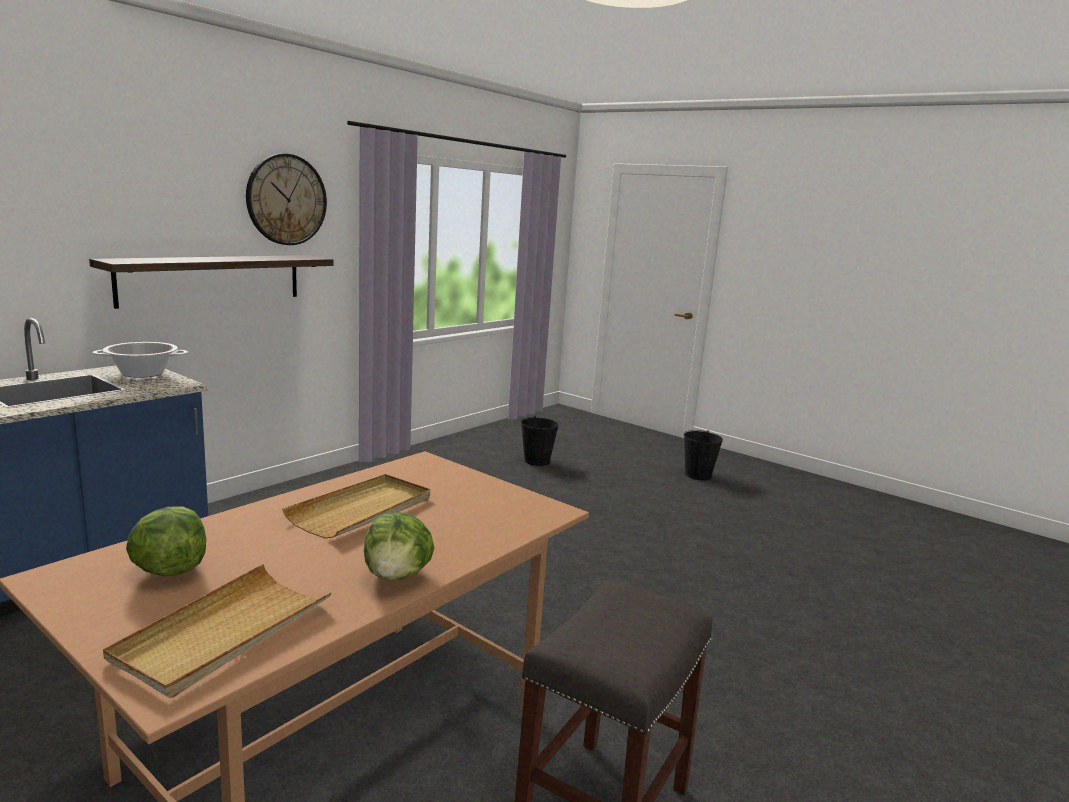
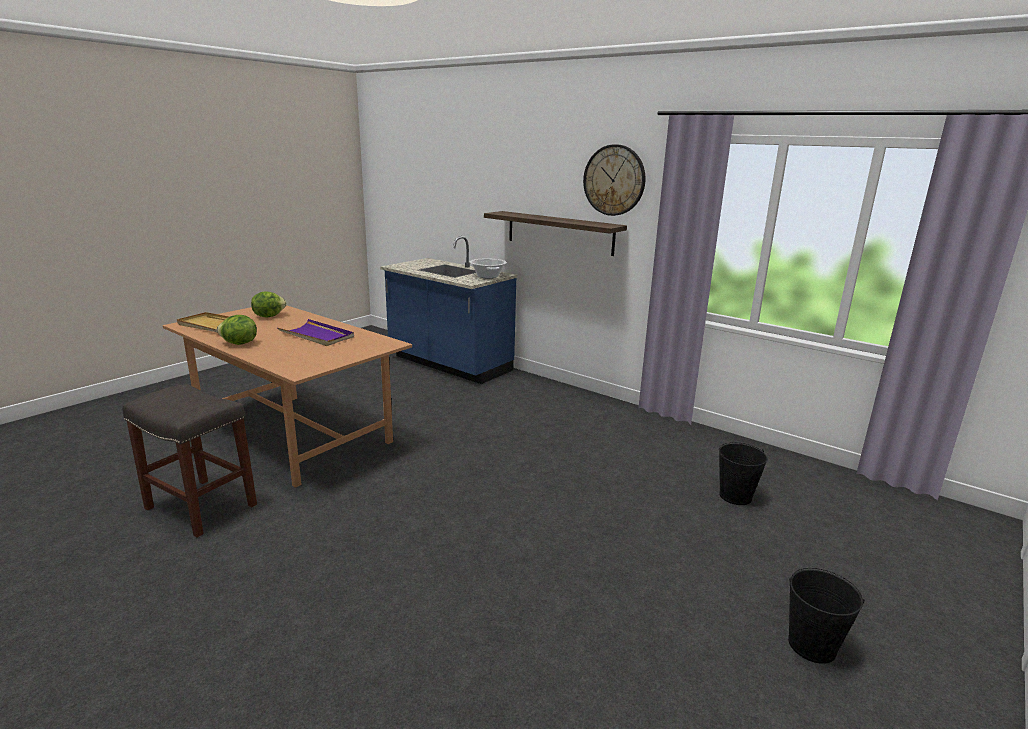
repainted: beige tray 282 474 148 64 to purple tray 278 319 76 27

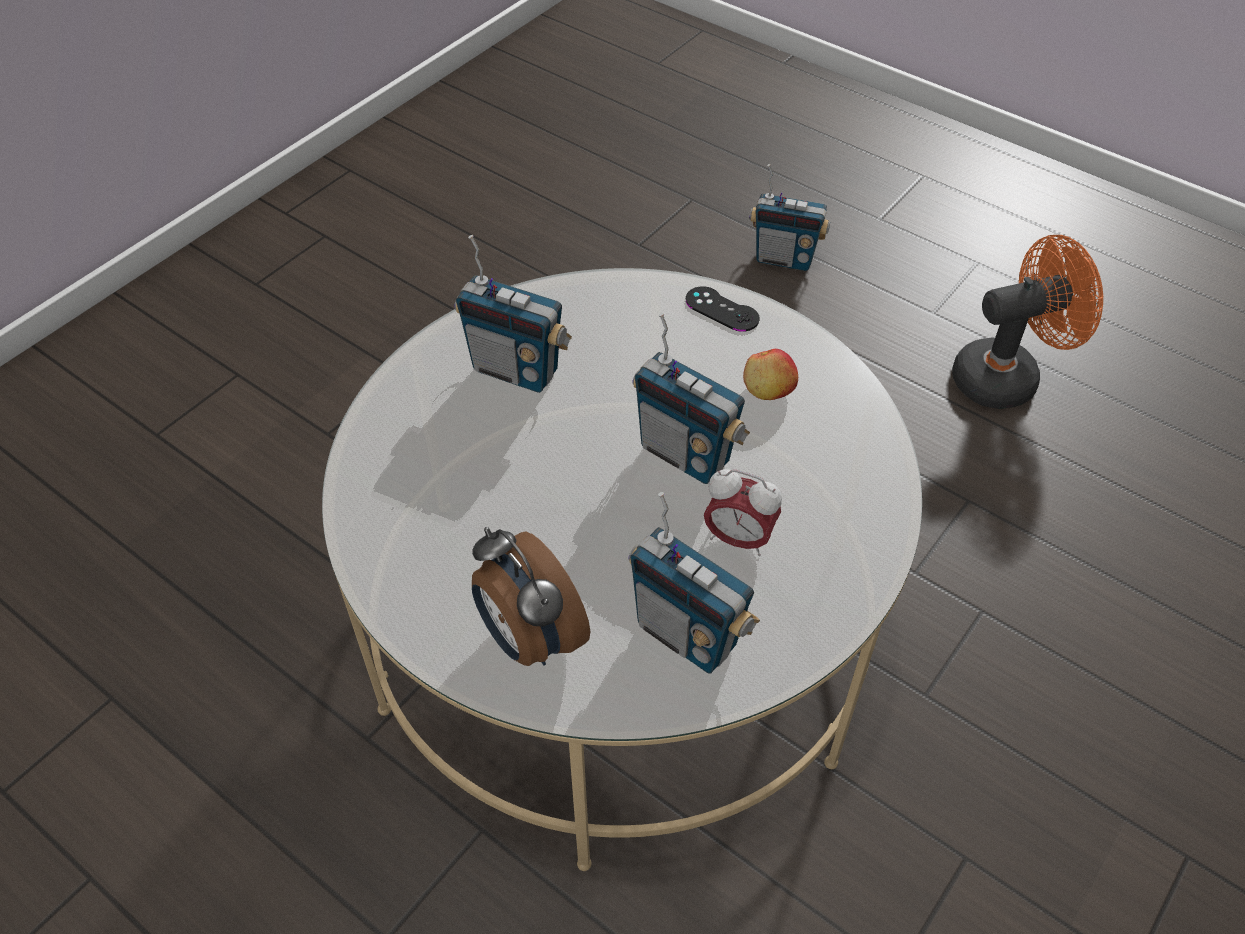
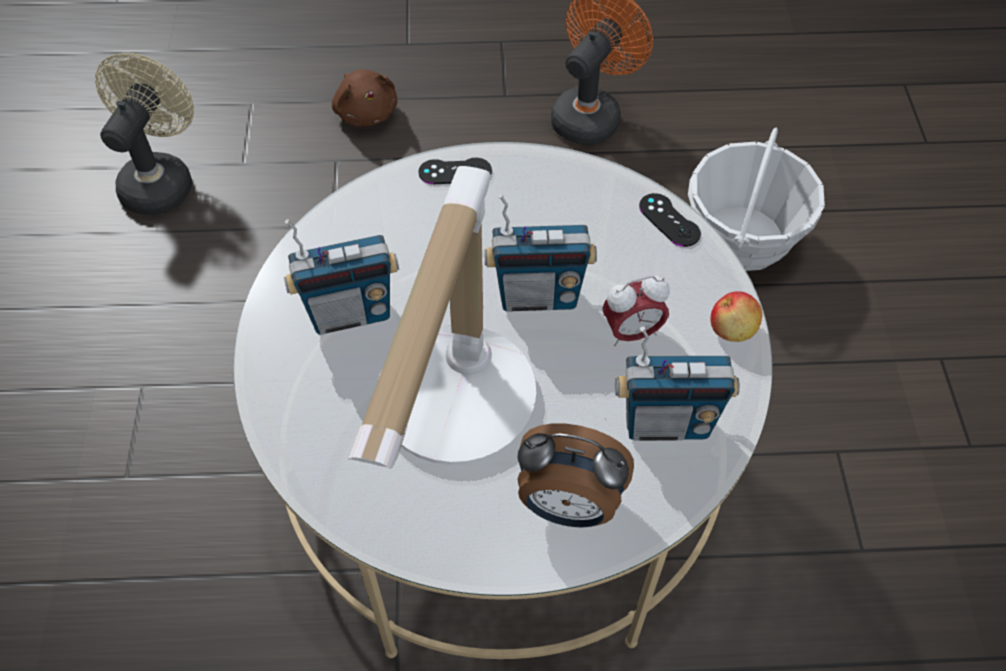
new: beige fan 95 53 99 162; table lamp 348 166 188 303; black game controller 639 193 62 54; basket 688 128 137 143
shifted: apple 743 349 55 51 to 711 291 51 51
swapped: radio 749 164 81 107 to brown plush toy 332 69 65 58

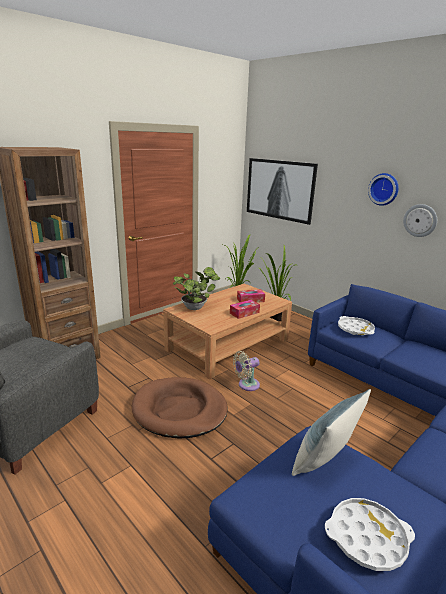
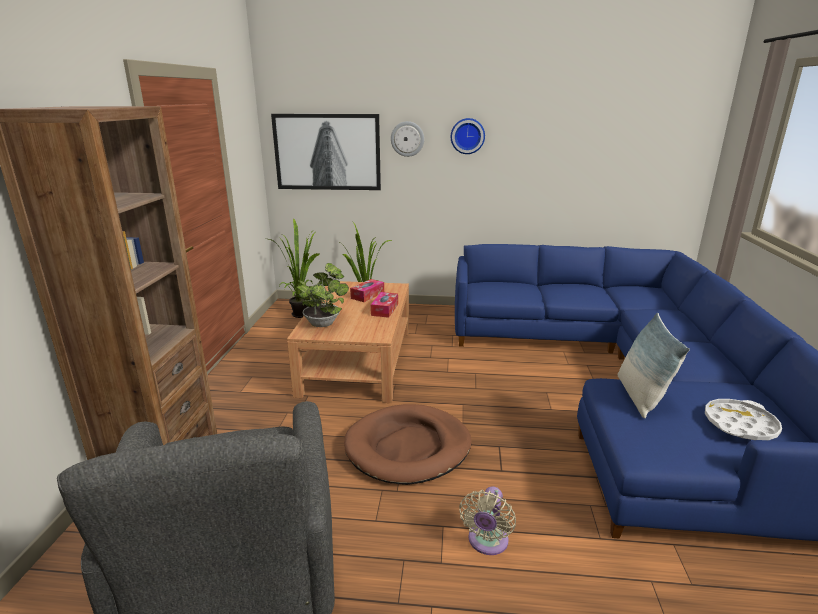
gone: white tray 338 316 37 20
shifted: wall clock 403 204 34 33 to 391 121 33 36; beige fan 233 351 27 40 to 459 486 57 69

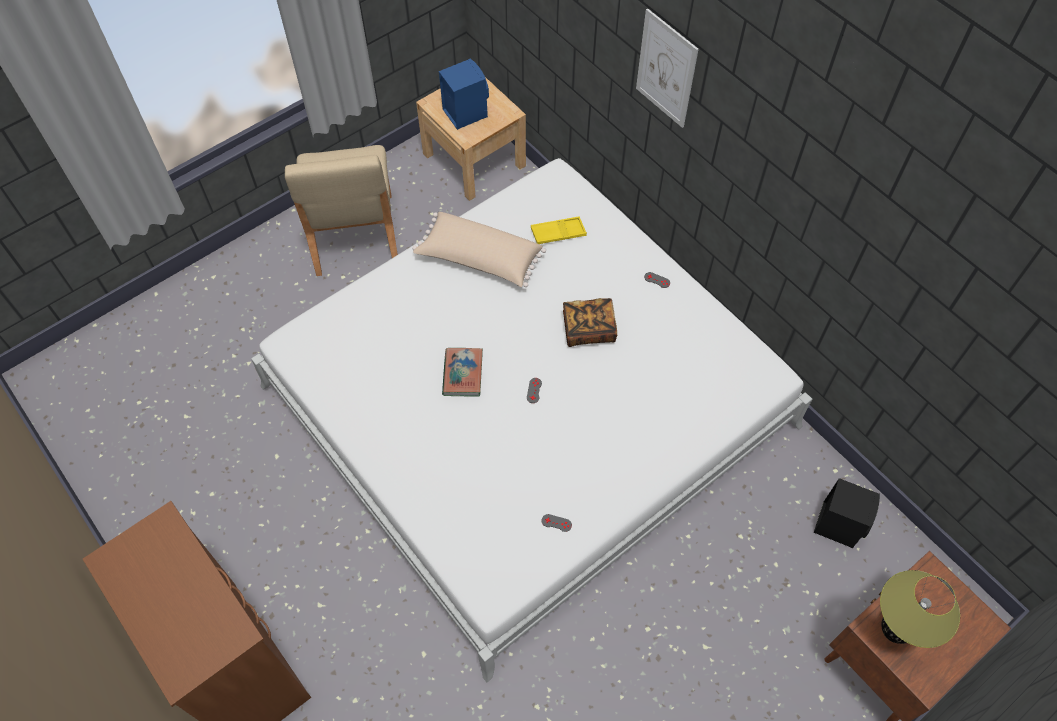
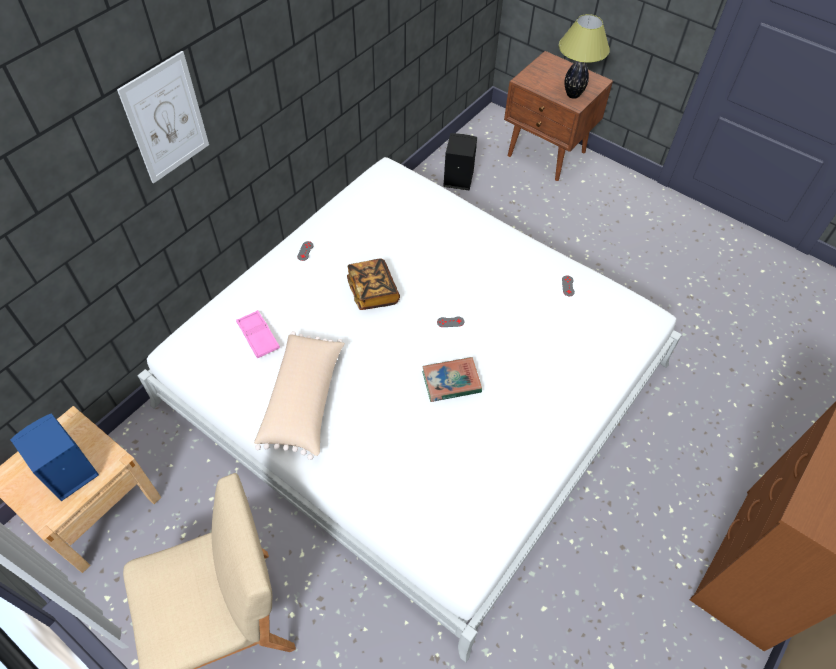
repainted: yellow tray 531 217 56 27 to pink tray 236 310 44 48

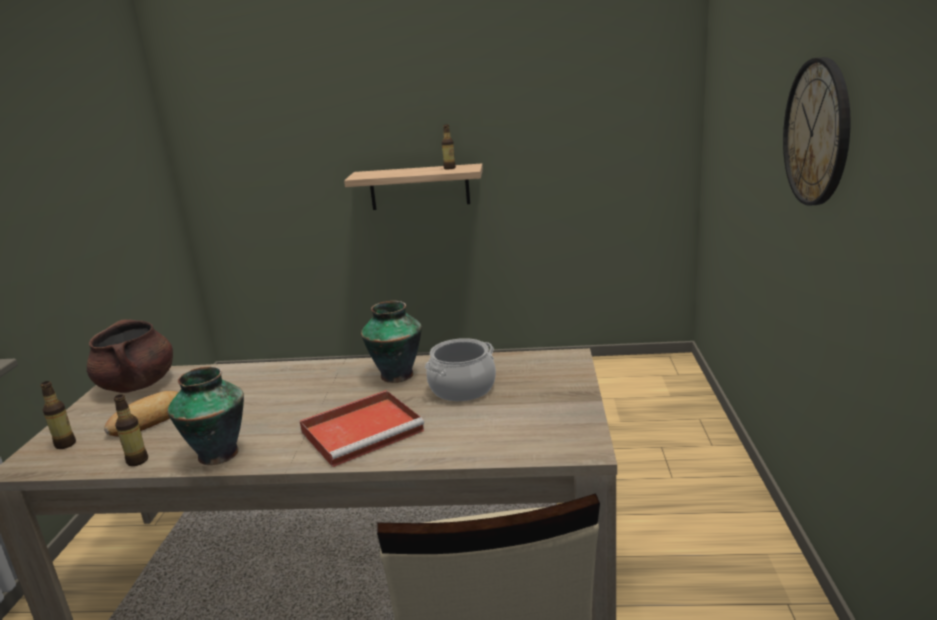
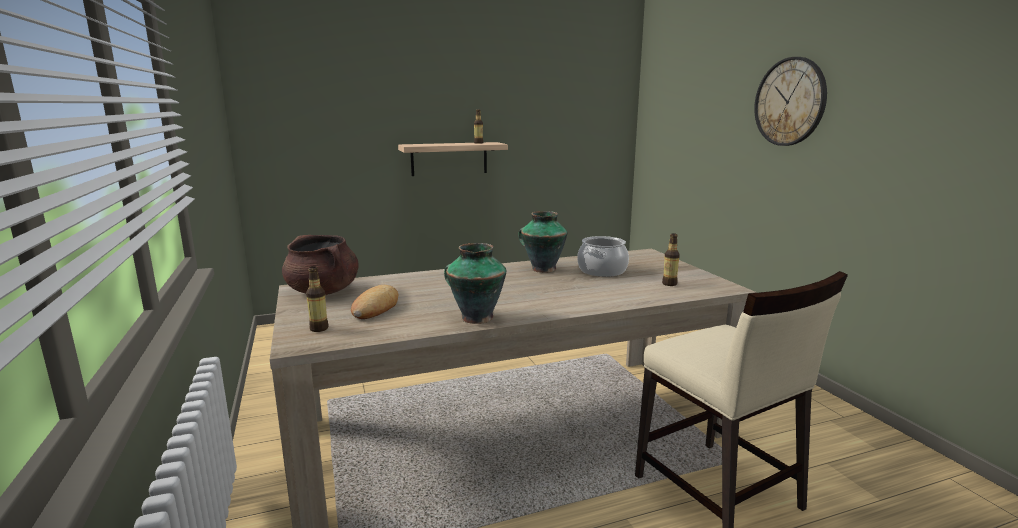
gone: red tray 300 390 125 77
shifted: bottle 114 394 34 72 to 662 233 18 53

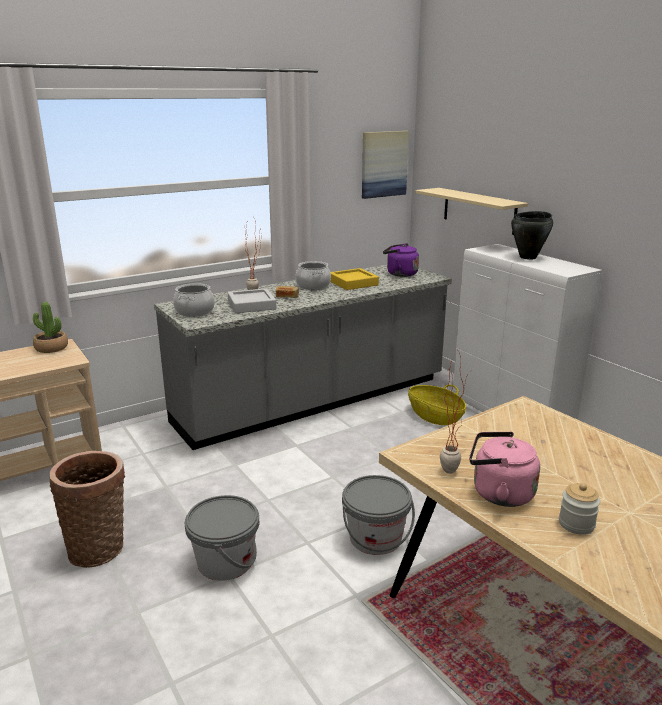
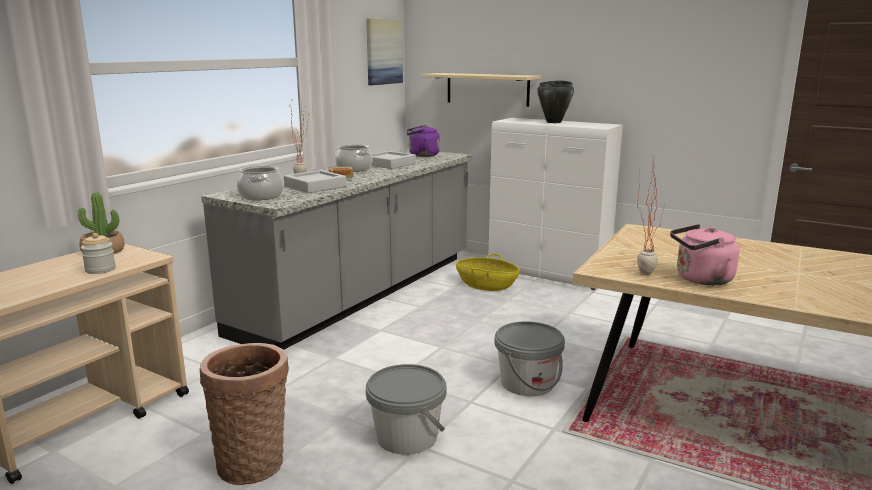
shifted: jar 559 483 41 52 to 81 233 35 41
repainted: yellow tray 330 268 49 22 to grey tray 371 151 45 18

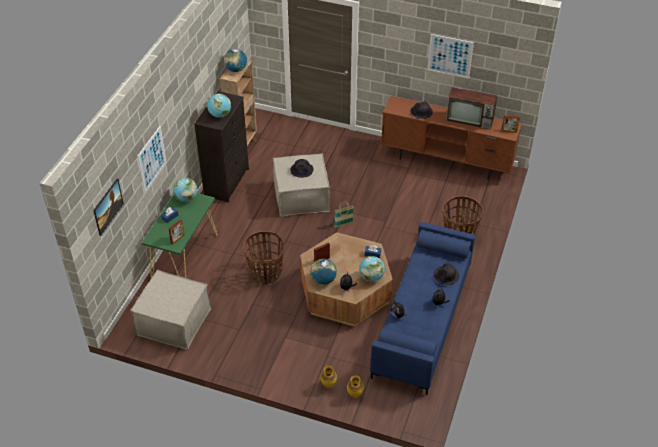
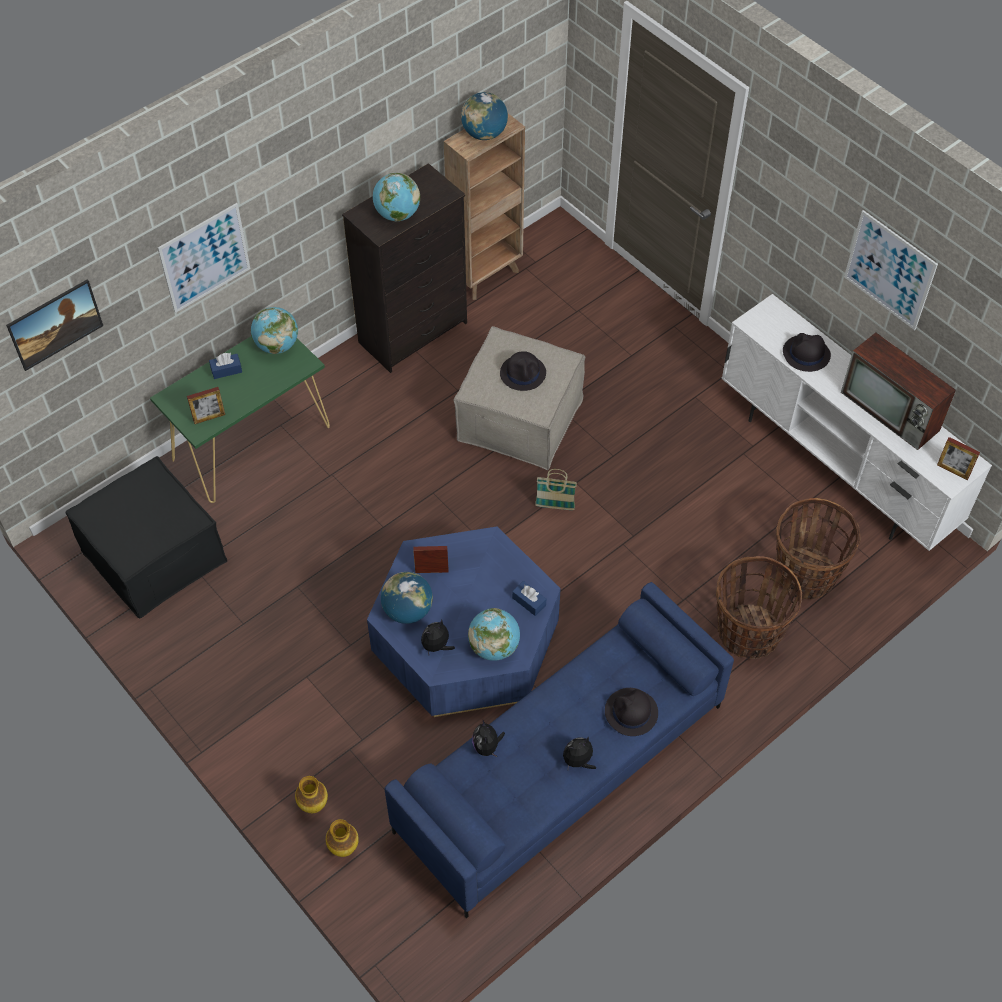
shifted: basket 243 231 41 53 to 776 498 85 102
repainted: beige ottoman 130 270 82 80 to black ottoman 66 456 161 162; brown coffee table 300 232 93 95 to blue coffee table 367 526 194 191; brown tv stand 381 96 141 84 to white tv stand 721 294 271 257

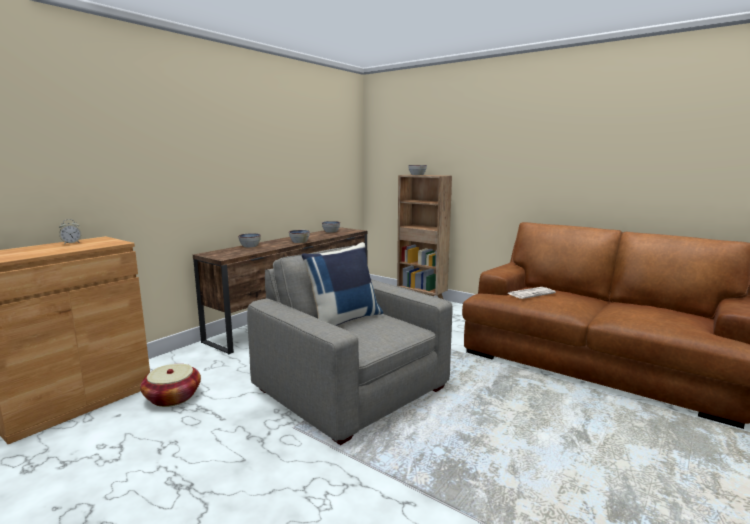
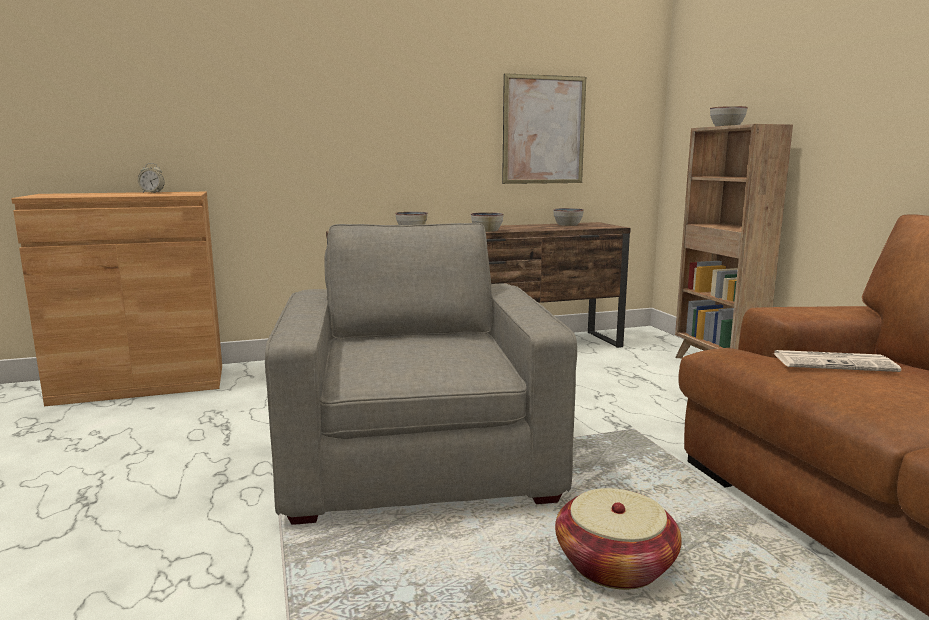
gone: blue pillow 301 242 82 84
new: picture 502 73 84 111
shifted: basket 140 364 61 43 to 555 488 127 102

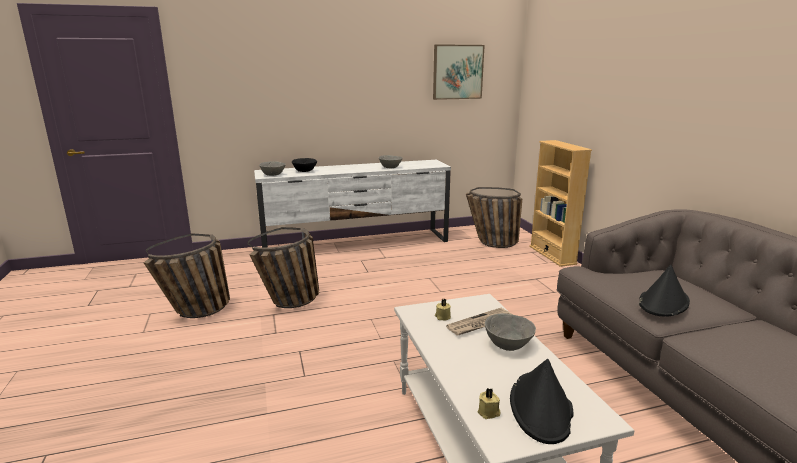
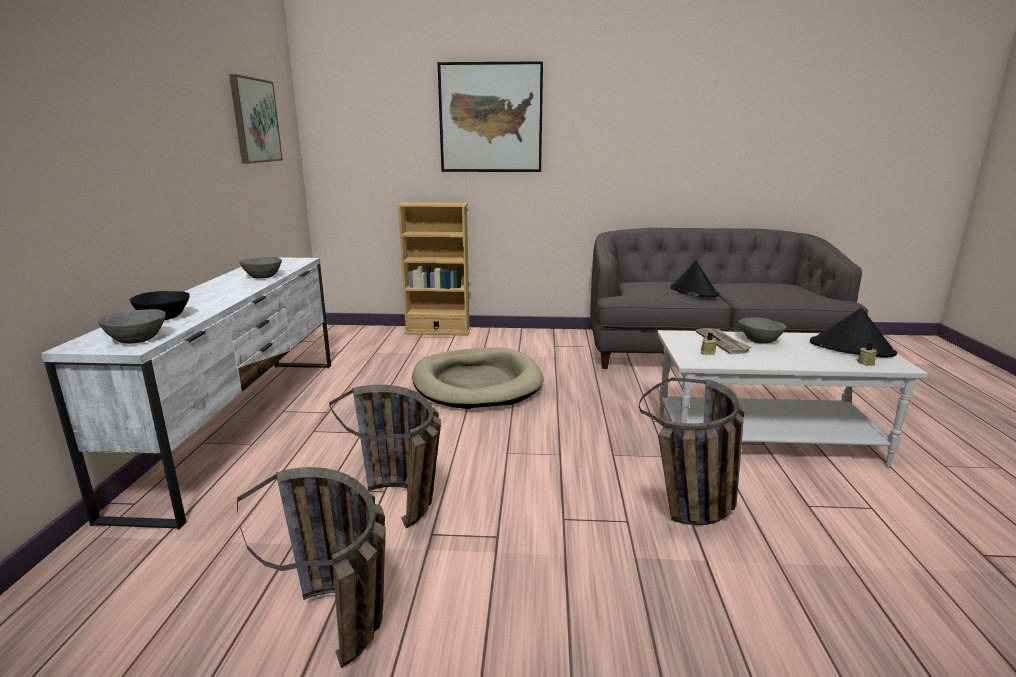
new: beige dog bed 412 347 132 62; picture 437 61 106 111
shifted: basket 466 187 56 61 to 639 377 105 148

